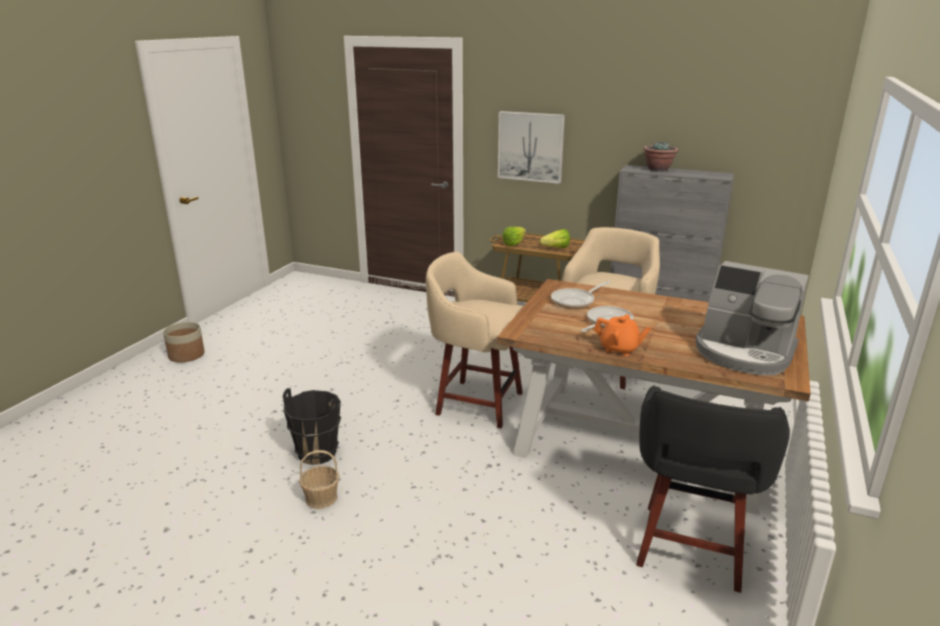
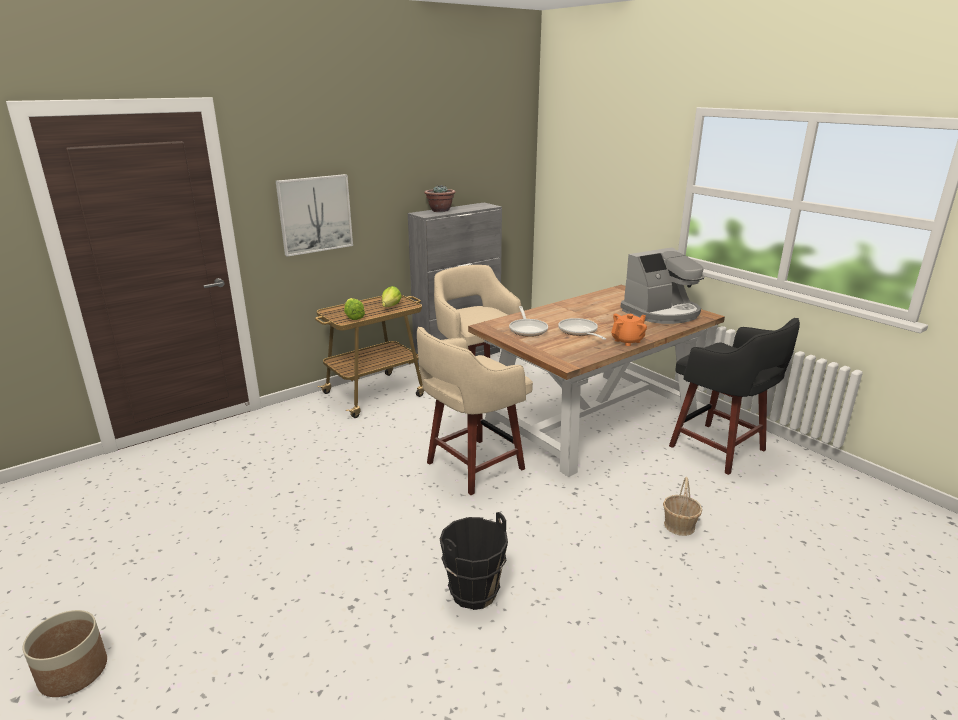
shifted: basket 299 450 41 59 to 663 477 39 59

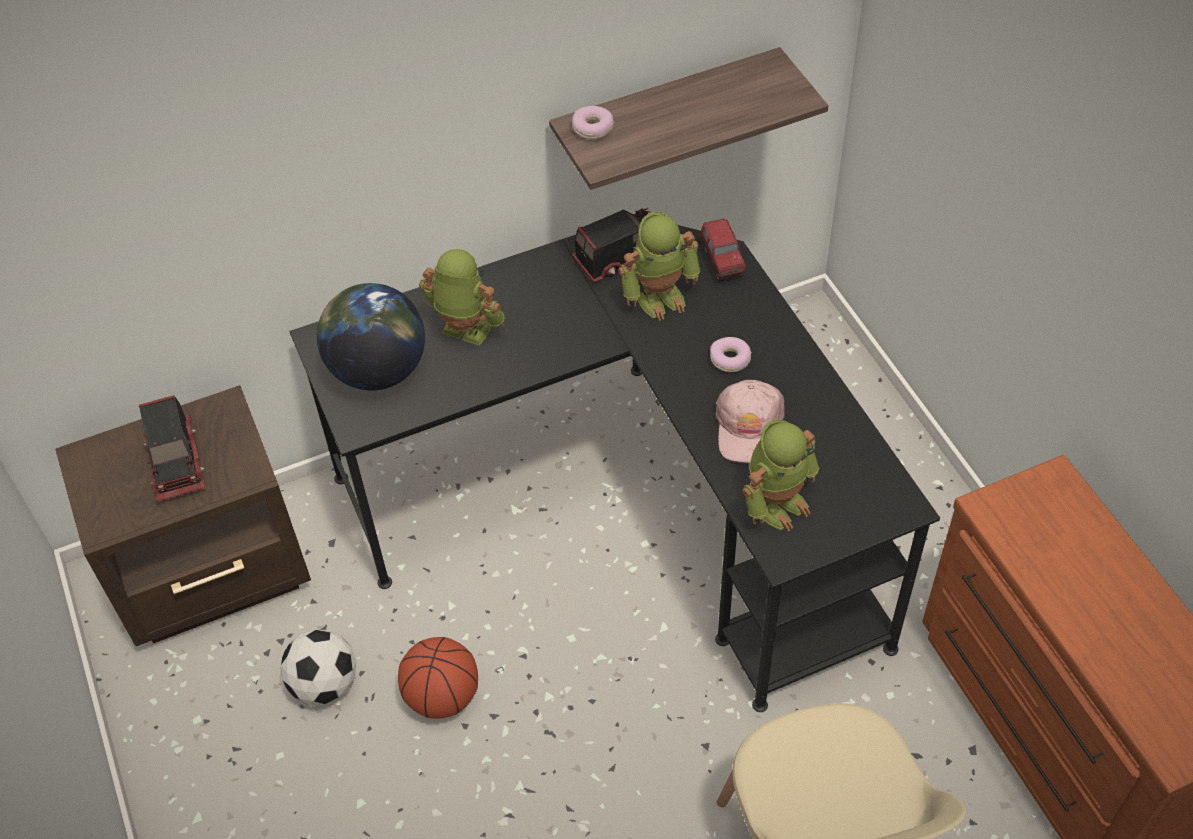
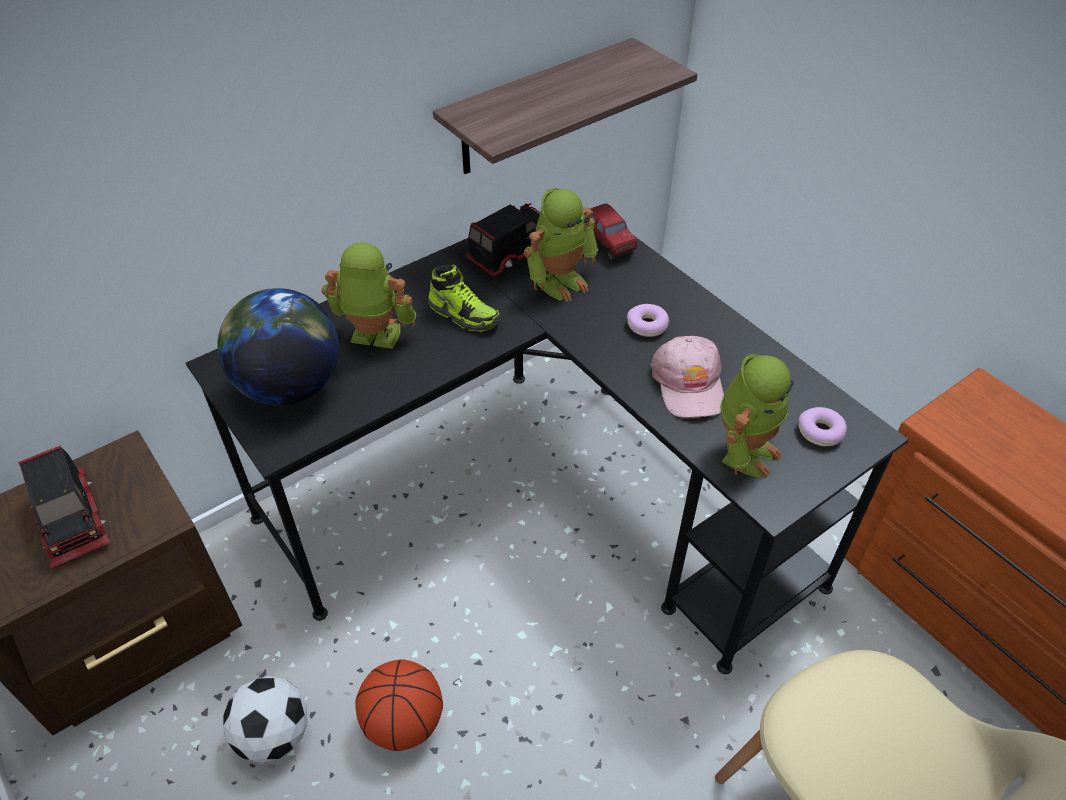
new: shoe 428 265 72 67
shifted: donut 572 106 42 33 to 798 407 49 39

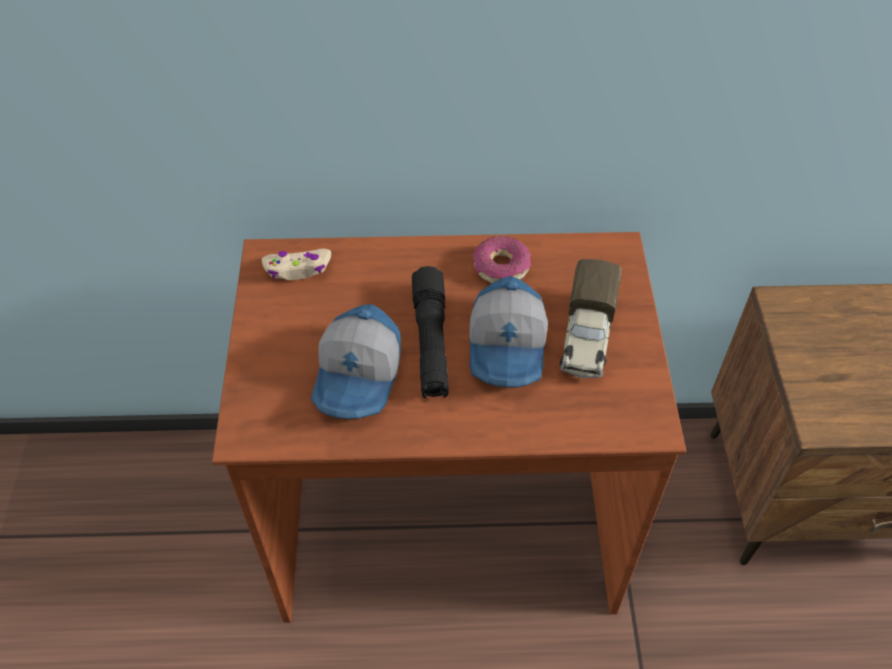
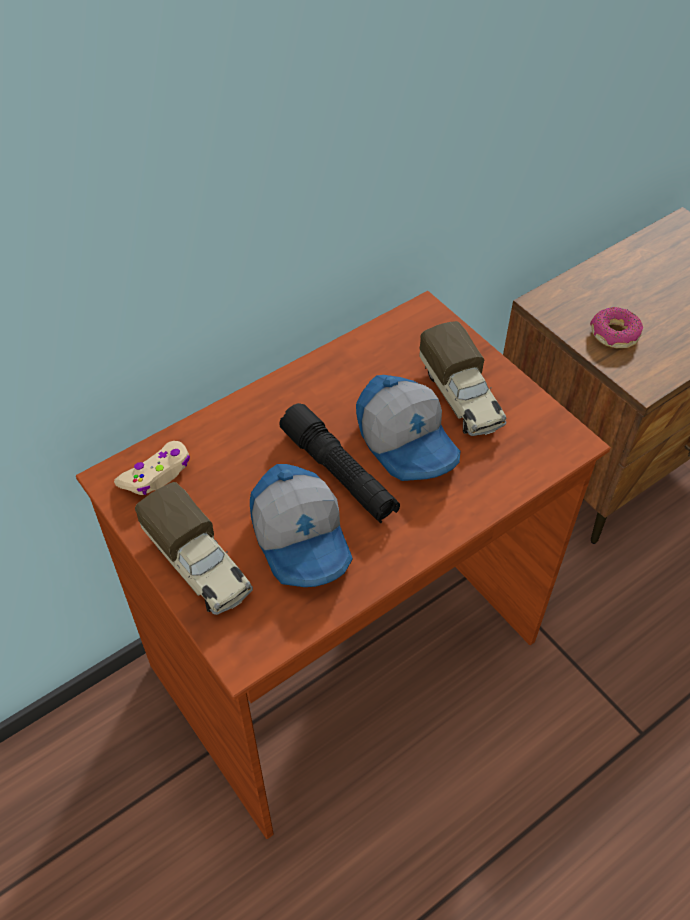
new: toy truck 135 482 118 133
shifted: donut 473 236 58 47 to 590 307 53 41

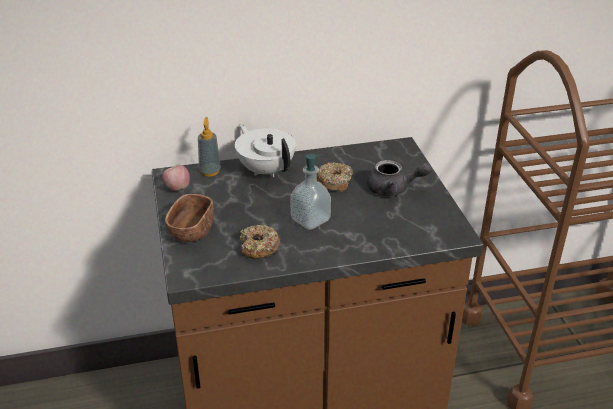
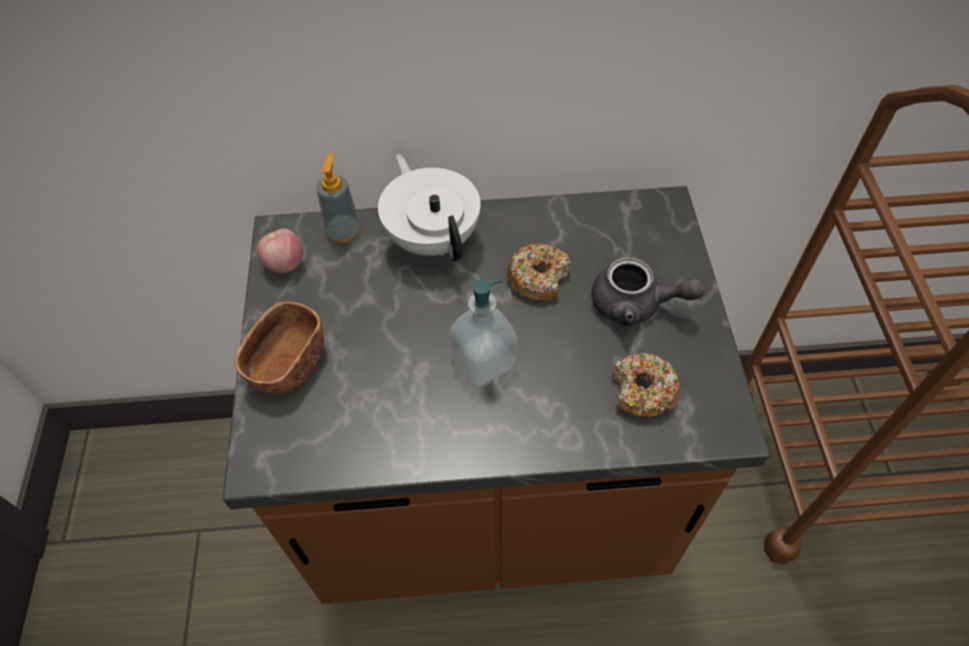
shifted: donut 240 225 40 34 to 612 353 68 64

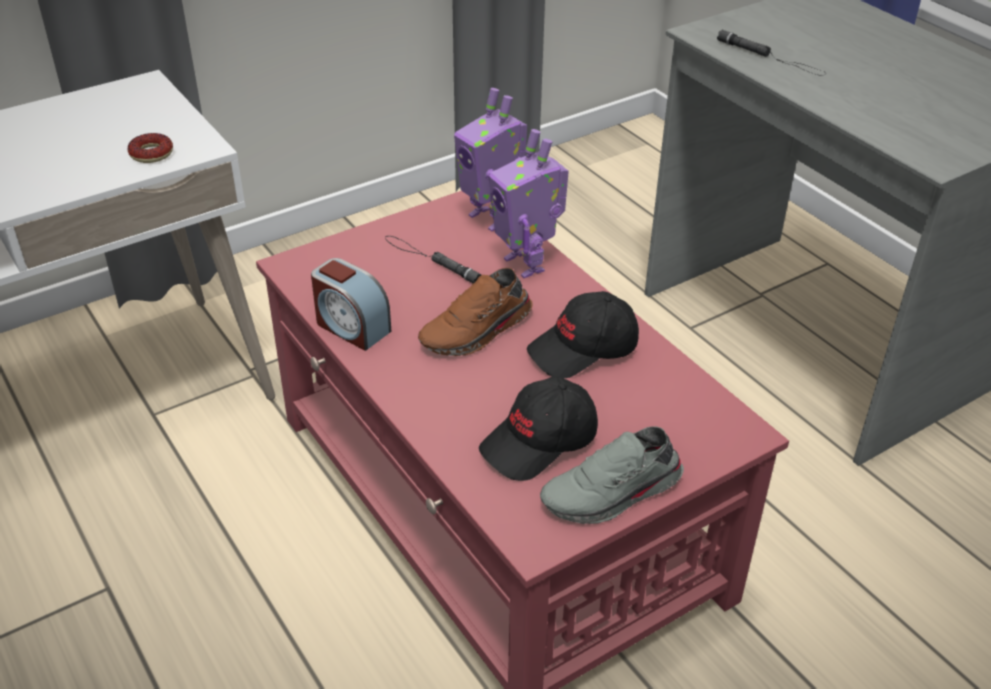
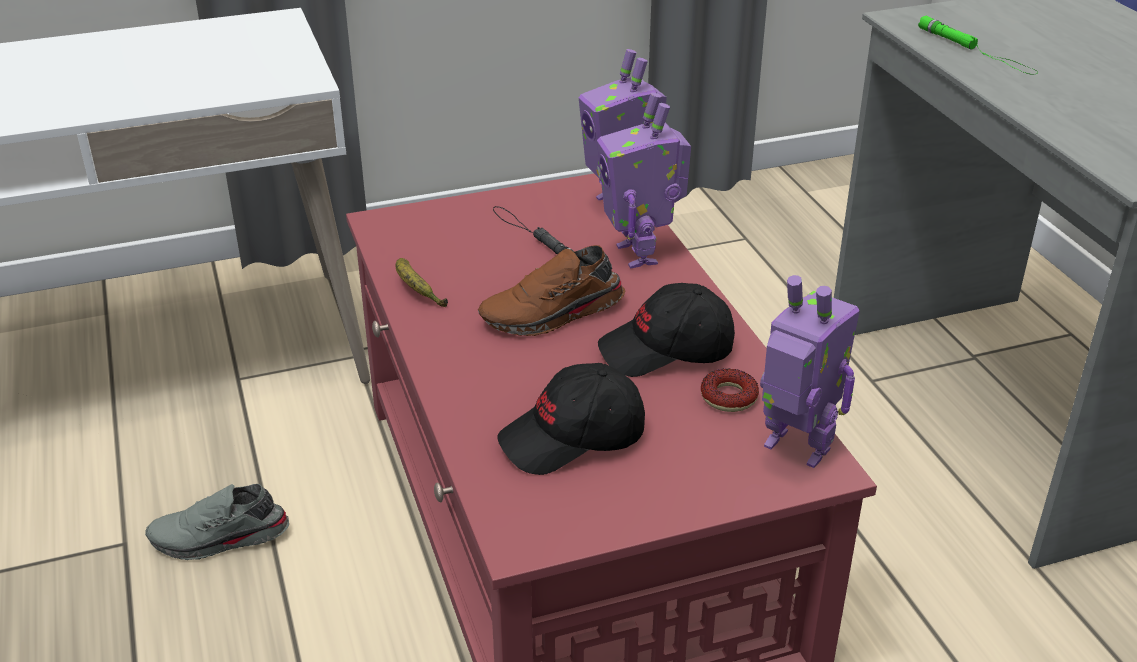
new: toy robot 760 275 100 193
shifted: grey shoe 540 426 144 98 to 145 484 144 76; donut 128 133 45 30 to 701 368 58 44
swapped: alarm clock 311 258 80 93 to banana 396 258 52 49
repainted: black flashlight 717 30 109 46 to green flashlight 918 16 120 59

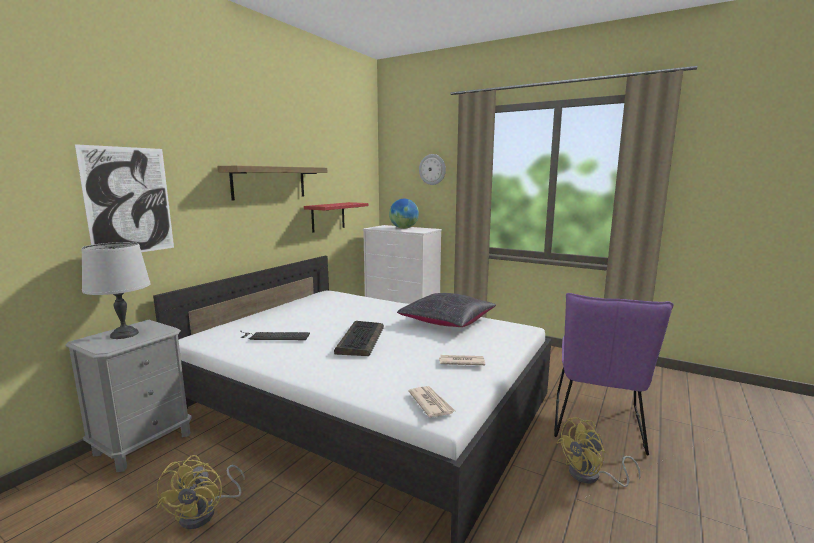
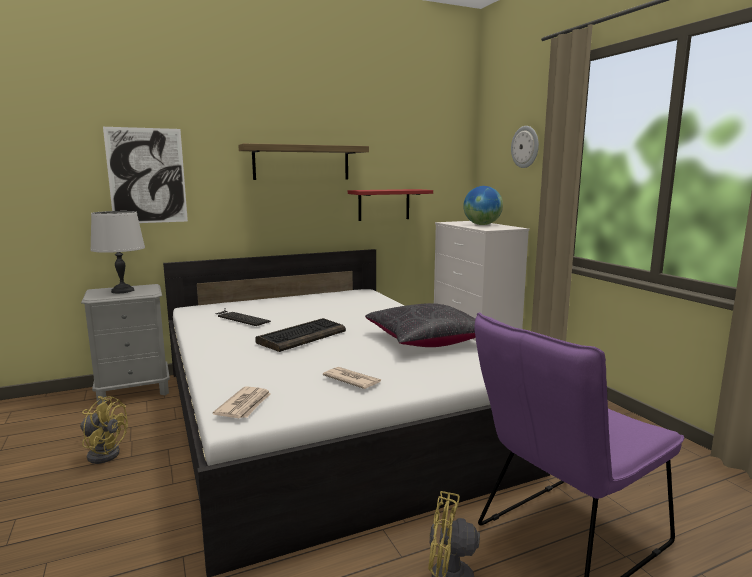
rotated: yellow fan 157 455 88 74 = 80 396 48 68 105 degrees counterclockwise

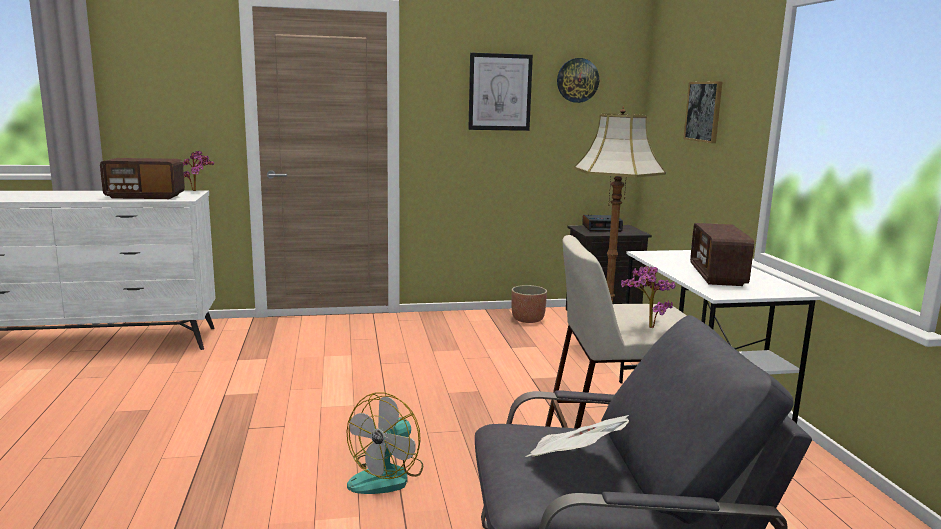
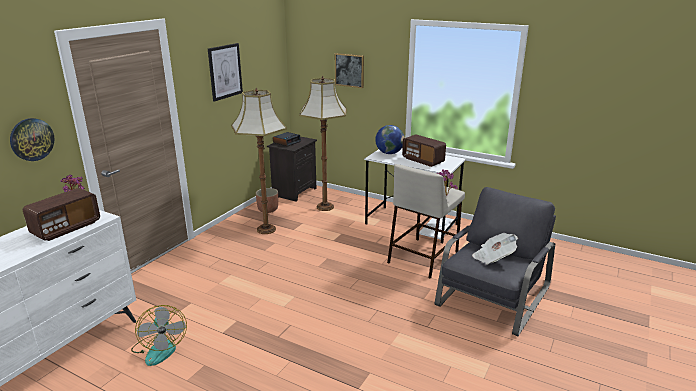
new: floor lamp 231 88 56 146; globe 375 125 30 29
shifted: wall clock 557 58 42 45 to 10 118 45 43; fan 346 392 77 102 to 131 305 56 61

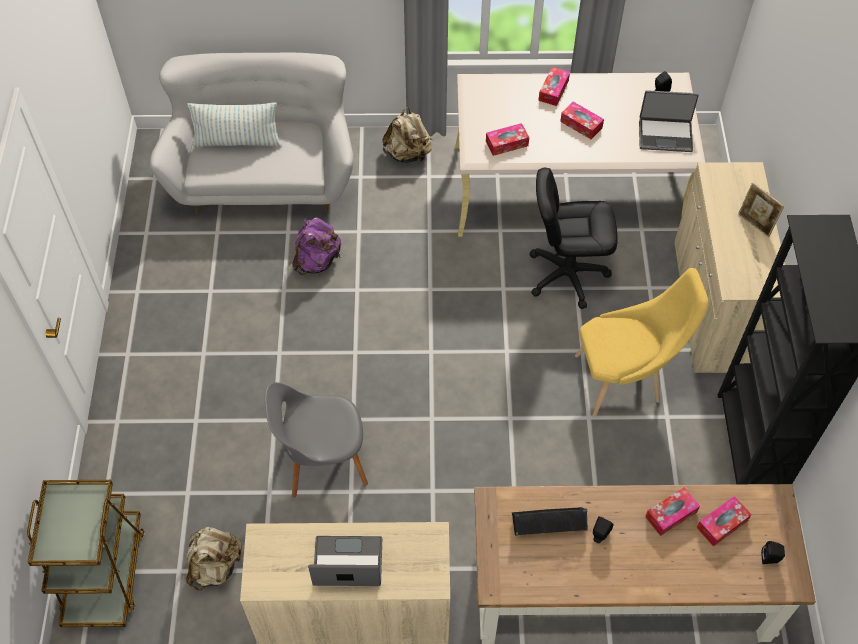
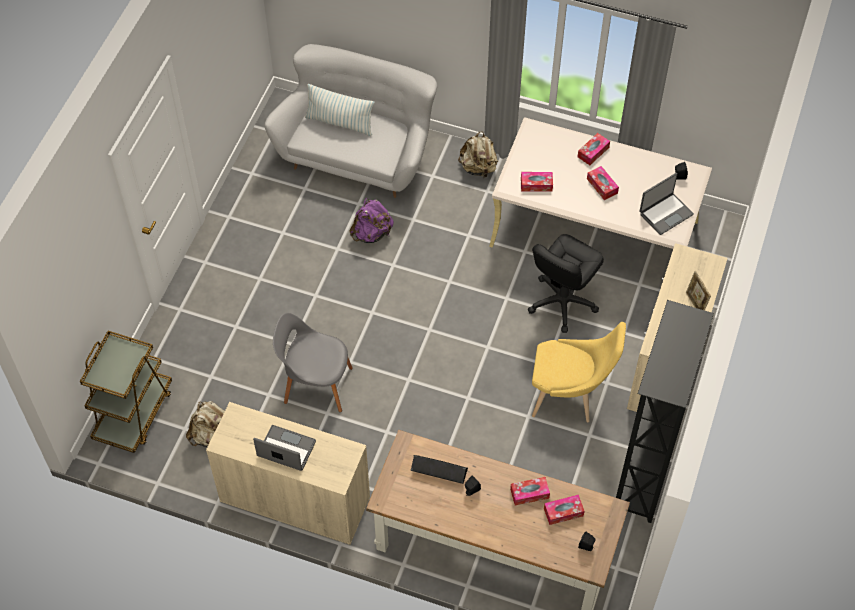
rotated: black office chair 529 168 89 141 = 528 234 76 99 75 degrees counterclockwise; laptop 639 90 60 62 = 639 173 55 62 60 degrees counterclockwise

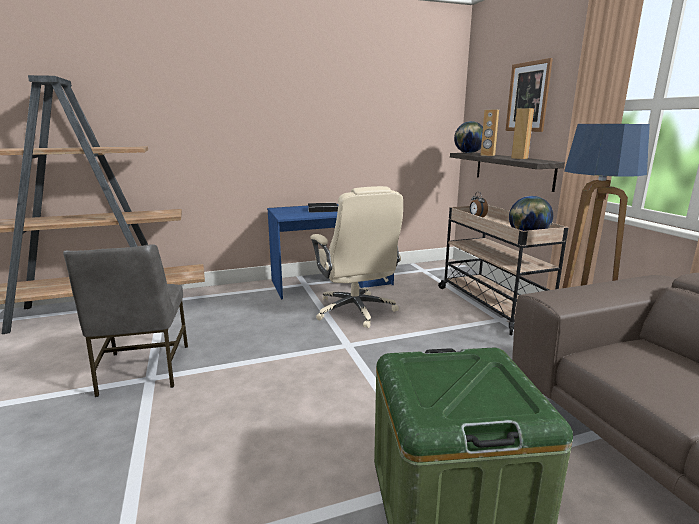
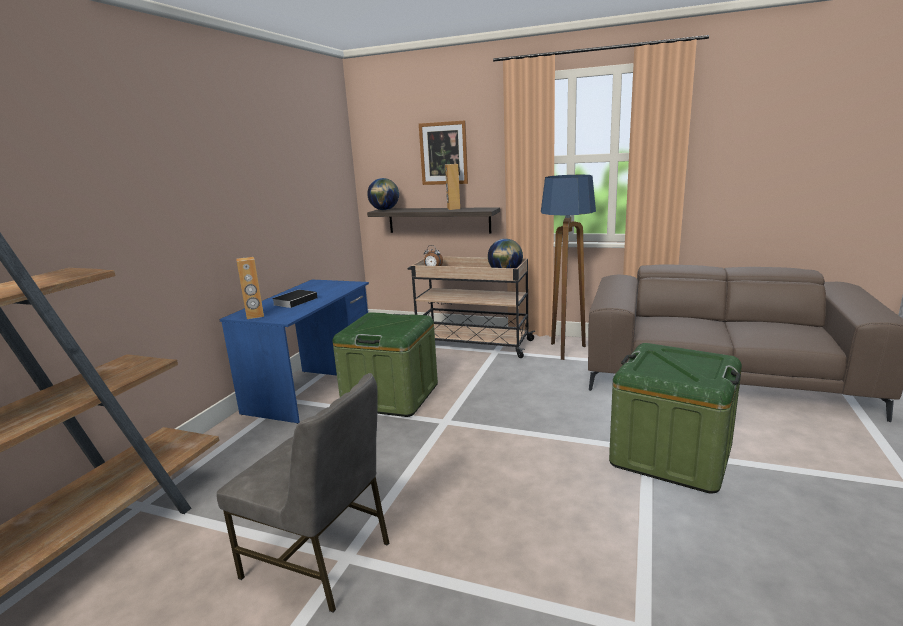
shifted: brown speaker 480 109 19 47 to 236 257 28 62
swapped: beige office chair 311 186 92 142 to green storage box 333 312 105 105

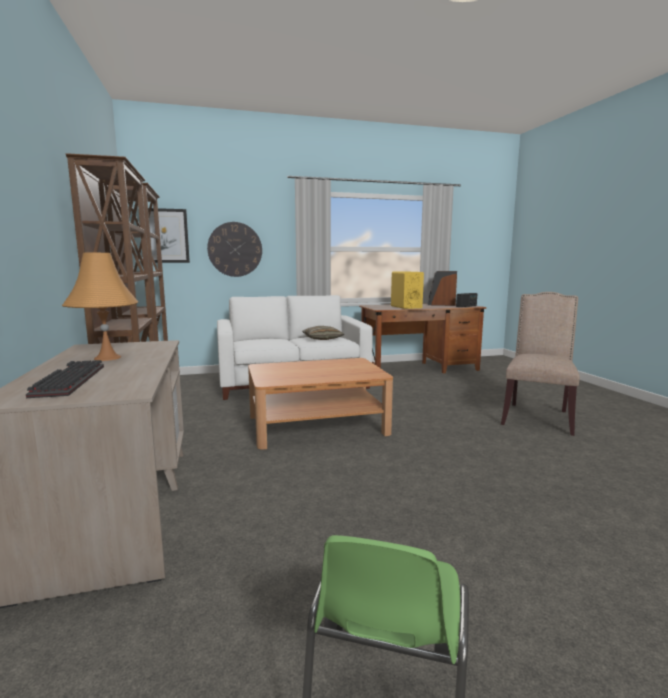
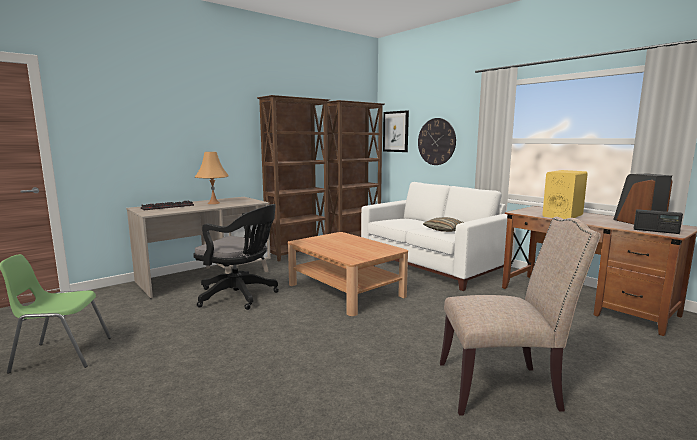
new: black office chair 193 204 86 106

